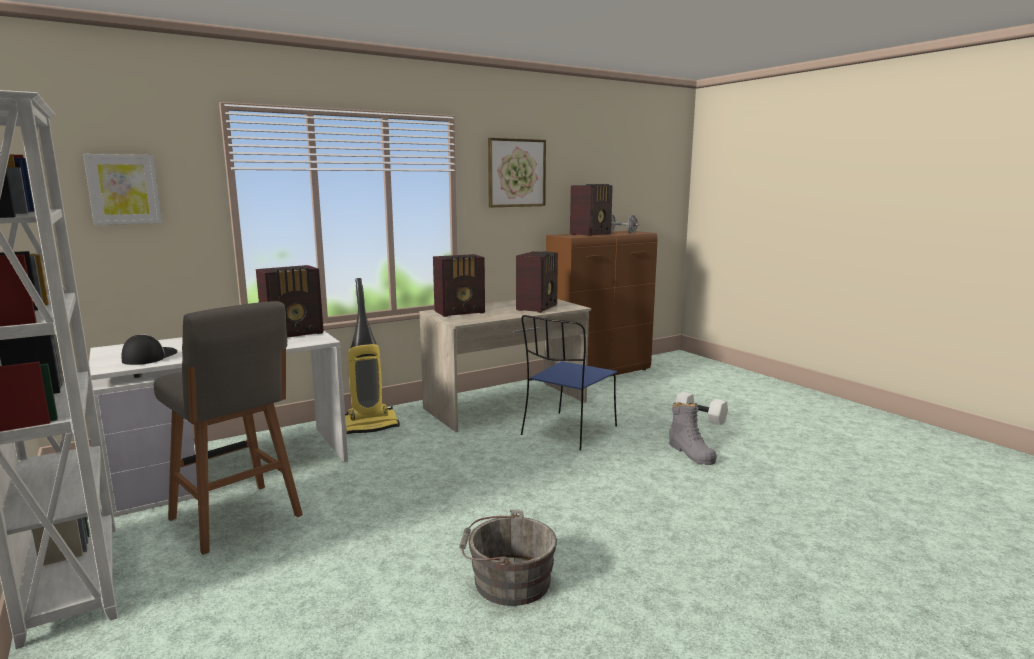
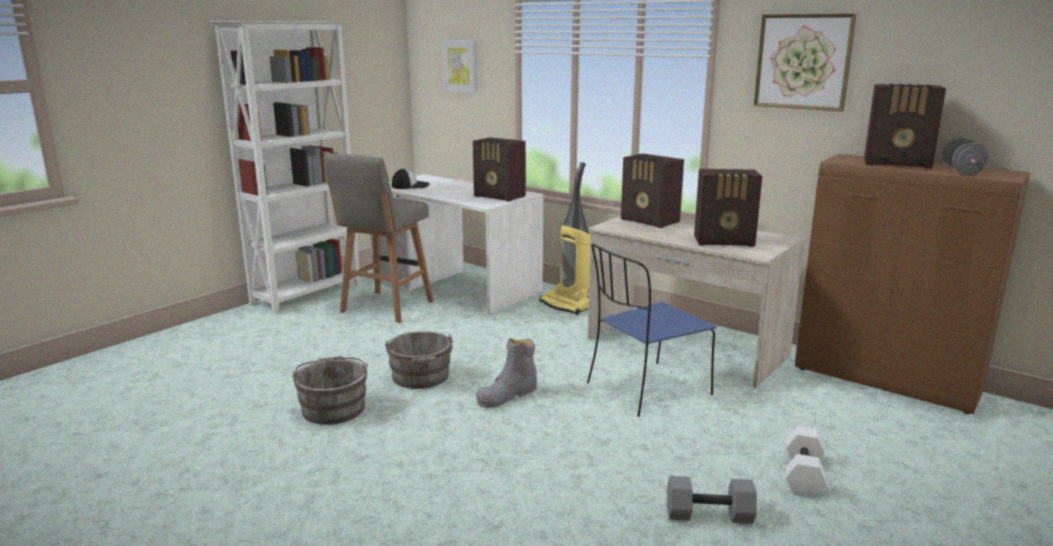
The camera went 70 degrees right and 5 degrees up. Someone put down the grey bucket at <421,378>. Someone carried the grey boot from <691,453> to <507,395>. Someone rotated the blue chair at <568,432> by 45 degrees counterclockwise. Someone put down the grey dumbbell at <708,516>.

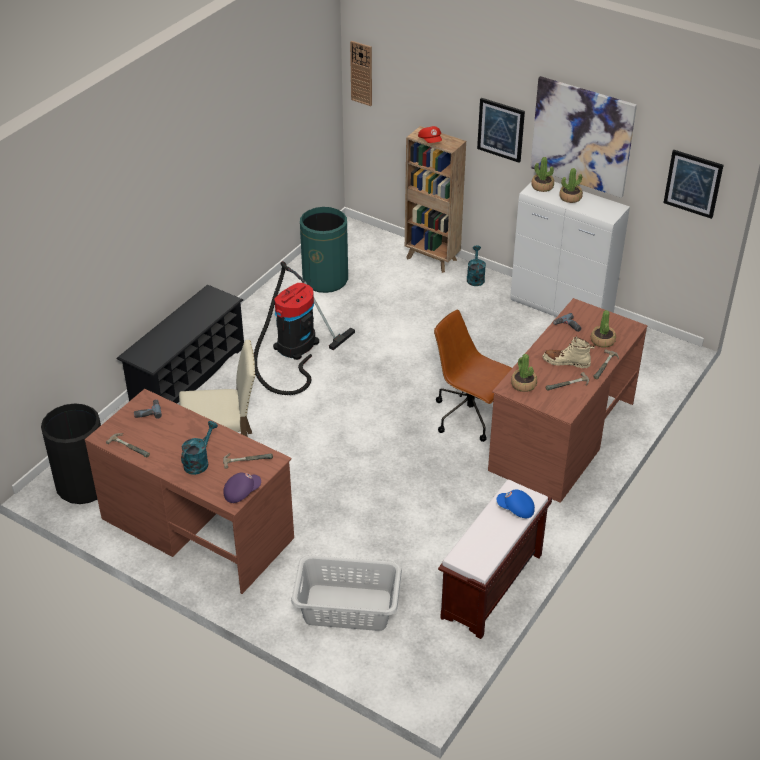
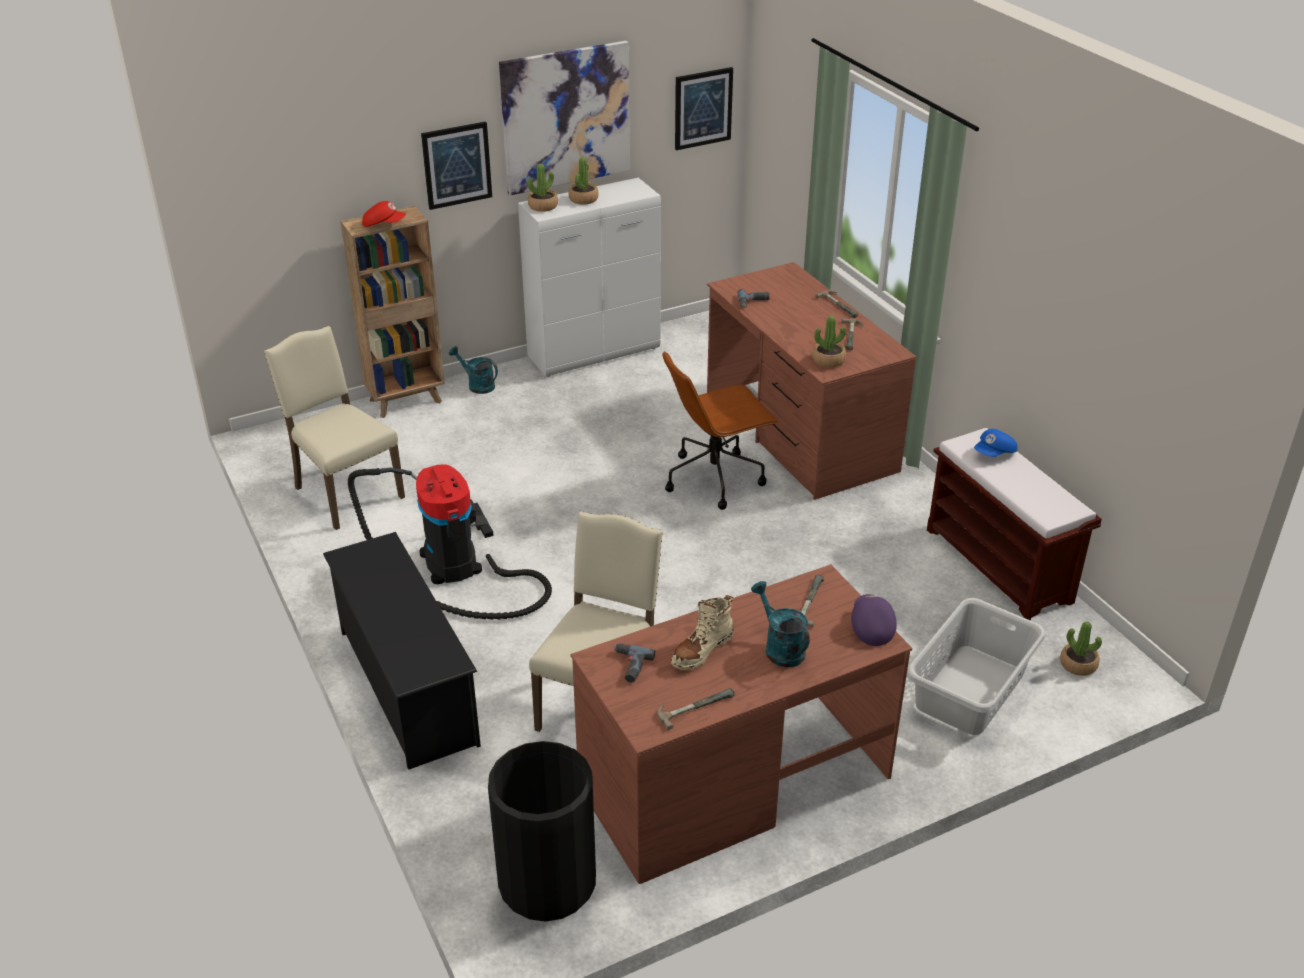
The camera went 60 degrees left and 5 degrees down. Someone swapped the green trash can at <325,279> for the beige chair at <345,492>. Someone carried the beige boot from <566,362> to <702,650>. Someone carried the potted plant from <602,341> to <1078,664>. Someone took away the wall clock at <361,73>.

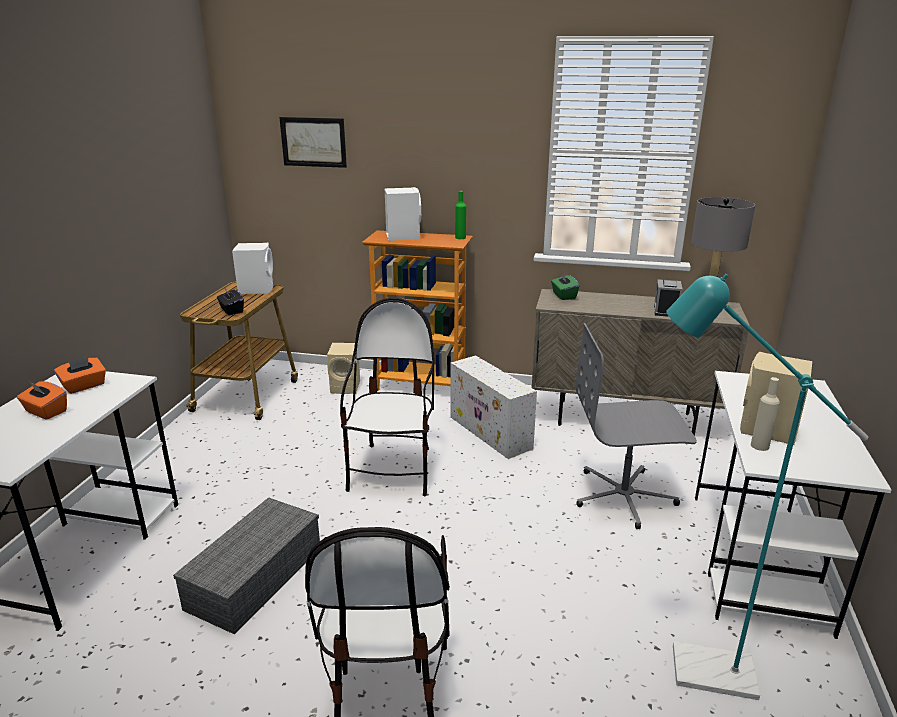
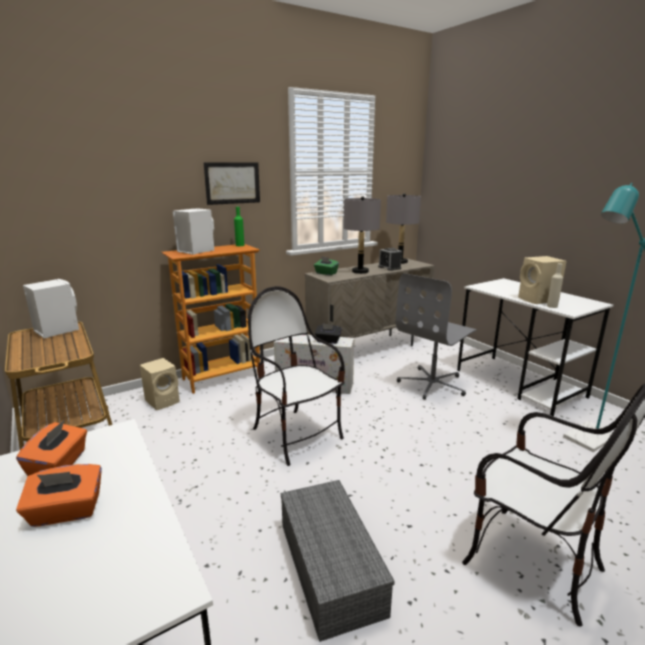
The camera went 45 degrees left and 5 degrees down. Someone carried the picture from <313,142> to <232,183>. Someone carried the black tissue box from <231,310> to <328,341>. Someone put down the grey table lamp at <360,271>.

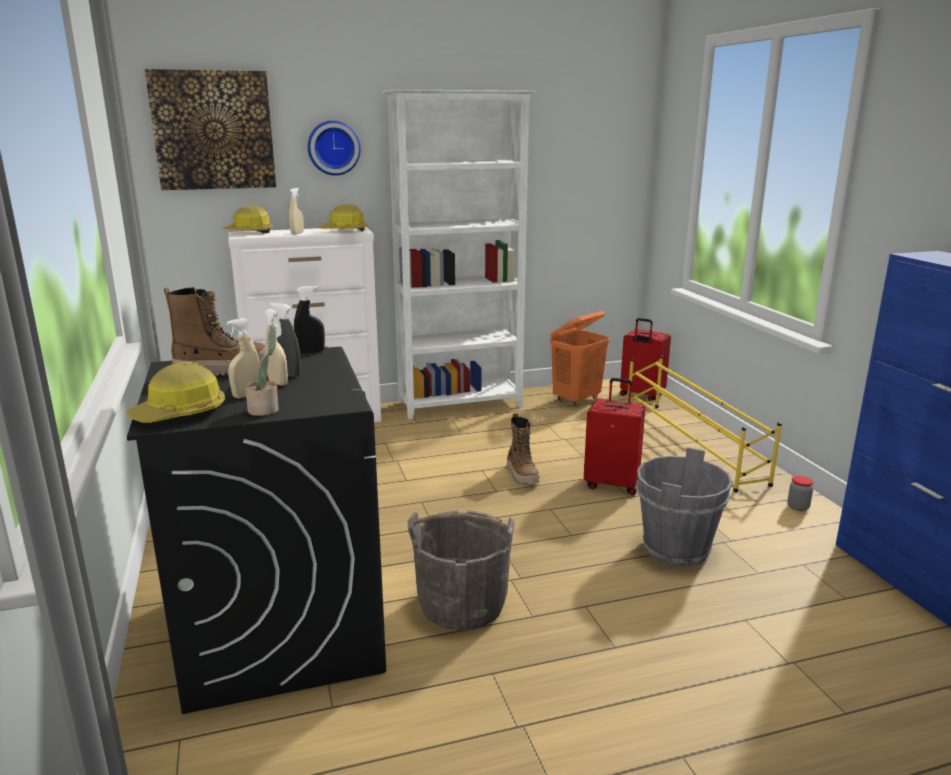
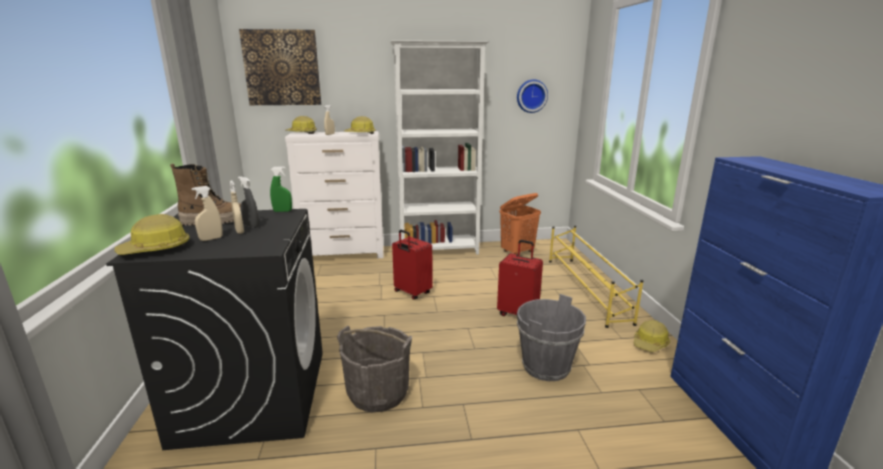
The camera went 10 degrees right and 0 degrees up. Someone repainted the black spray bottle at <310,352>, which became the green spray bottle at <282,211>. Someone carried the red suitcase from <641,395> to <412,293>. Someone carried the wall clock from <333,148> to <531,96>. Someone swapped the jar at <798,507> for the hard hat at <650,343>. Someone took away the potted plant at <265,410>. Someone took away the boot at <522,475>.

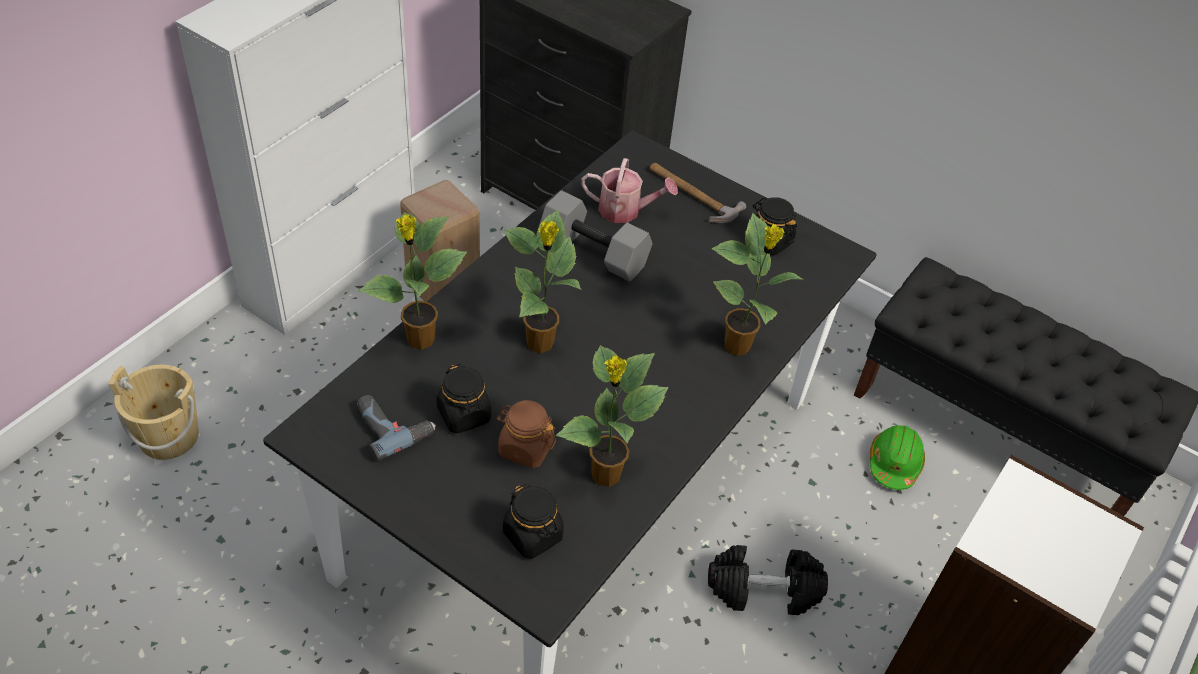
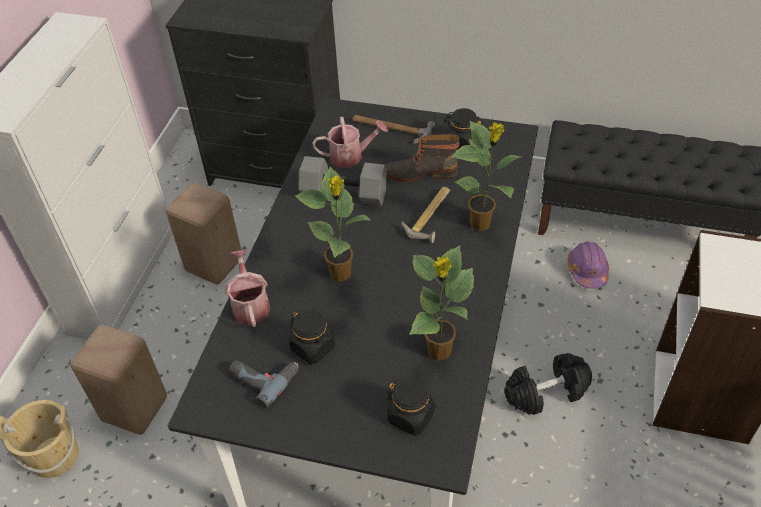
The camera went 15 degrees left and 0 degrees up. Someone put down the beige stool at <134,407>. Someone swapped the potted plant at <419,340> for the watering can at <250,305>. Someone put down the boot at <420,172>. Someone put down the hammer at <432,217>. Someone repainted the green hard hat at <894,463>, which became the purple hard hat at <587,270>. Someone took away the brown jar at <525,448>.

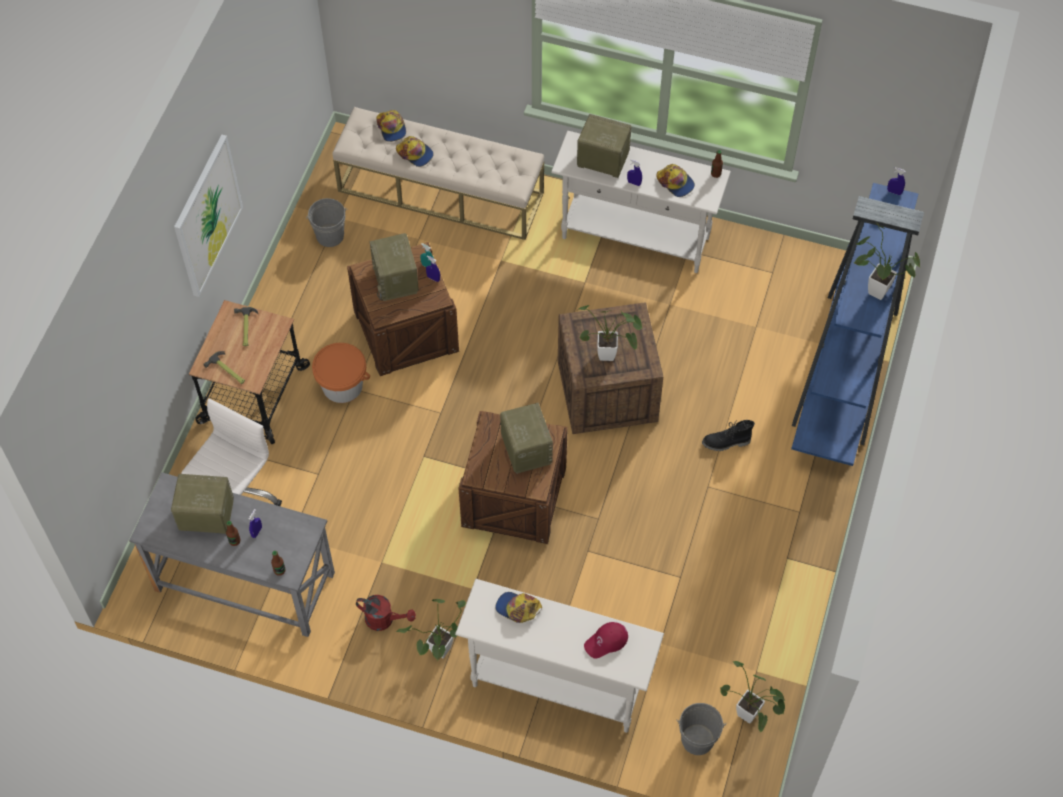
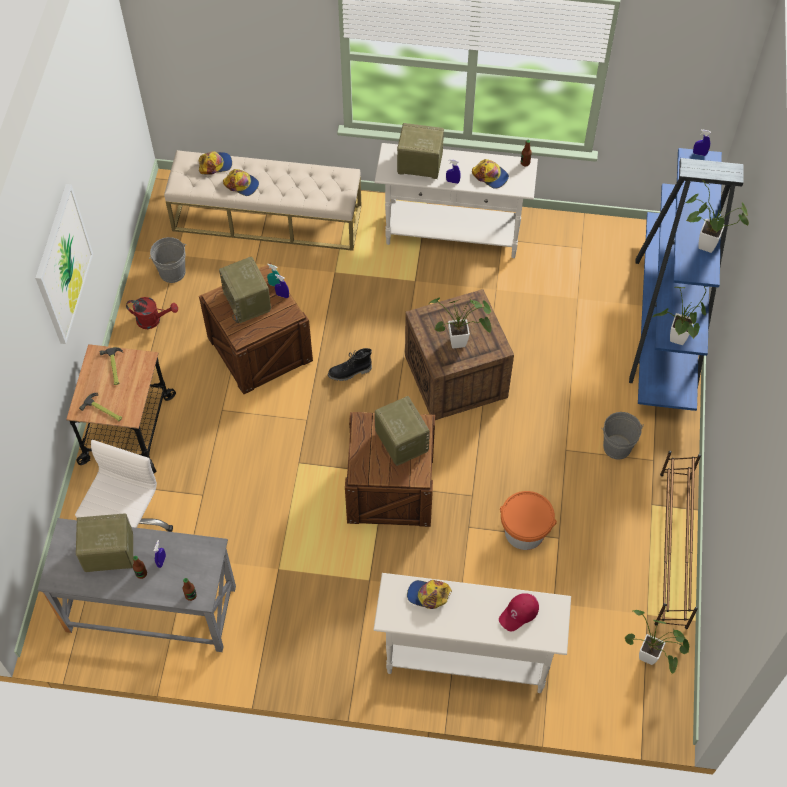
The camera went 10 degrees left and 0 degrees up. Someone carried the red watering can from <384,620> to <153,320>. Someone rotated the cap at <391,128> by 75 degrees counterclockwise. Someone carried the black boot from <726,443> to <350,372>. Someone carried the orange bucket from <342,385> to <524,531>. Someone carried the grey bucket from <697,739> to <617,447>. Someone carried the potted plant from <438,653> to <676,341>. Someone put down the brown shoe rack at <673,549>.

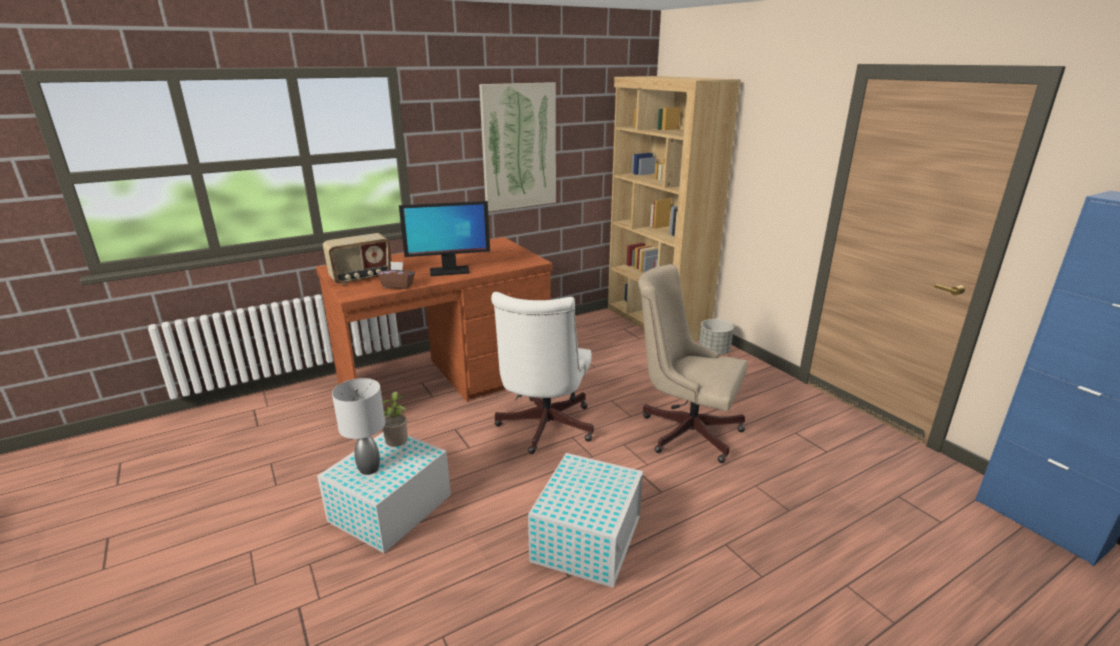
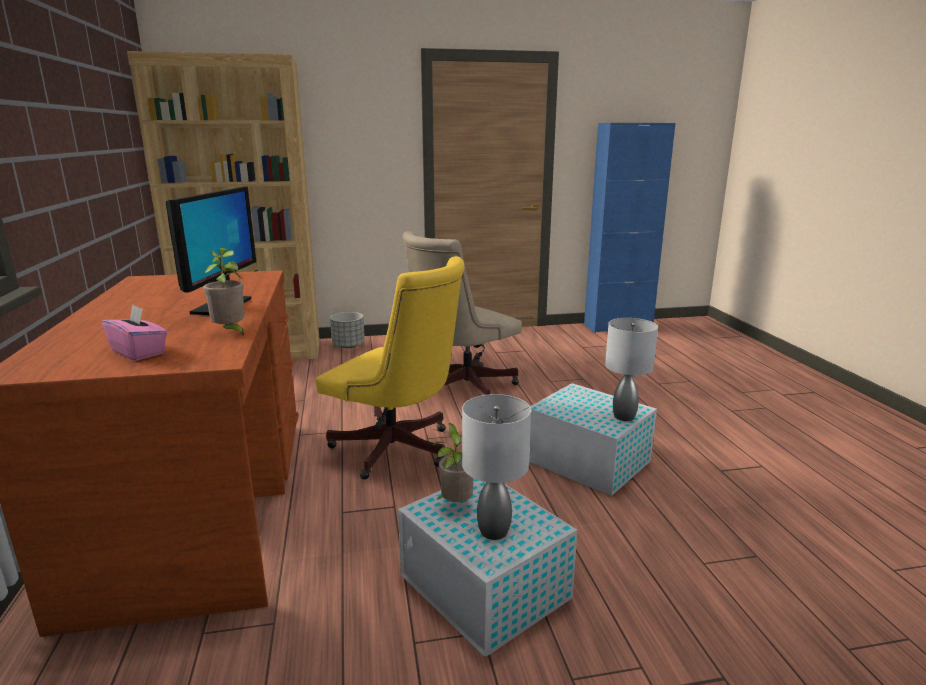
The camera went 70 degrees left and 5 degrees down. Someone swapped the radio at <361,278> for the pink tissue box at <139,352>. Someone swapped the brown tissue box at <398,286> for the potted plant at <230,332>. Someone repainted the white office chair at <543,429>, which became the yellow office chair at <398,451>. Someone put down the grey table lamp at <624,416>. Someone took away the picture at <519,147>.

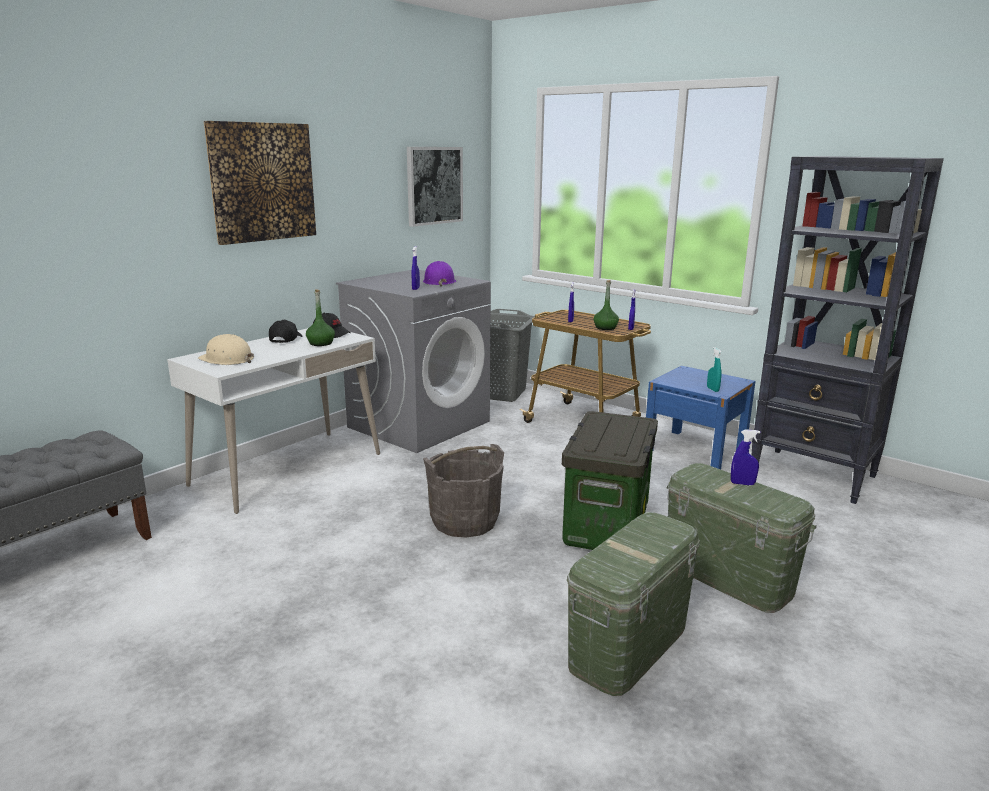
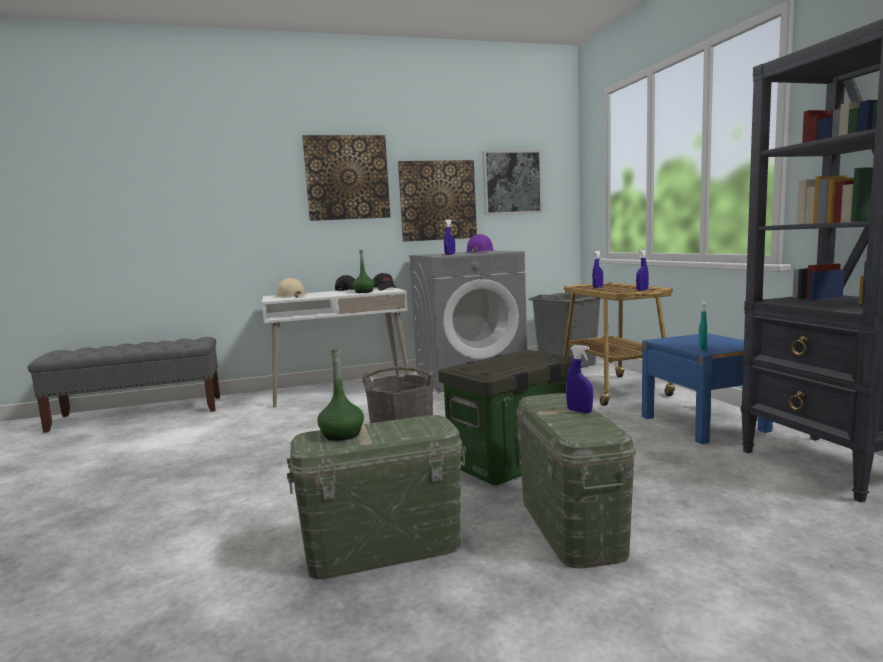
The camera went 35 degrees right and 10 degrees down. Someone carried the green bottle from <605,328> to <341,435>. Someone put up the picture at <437,200>.

